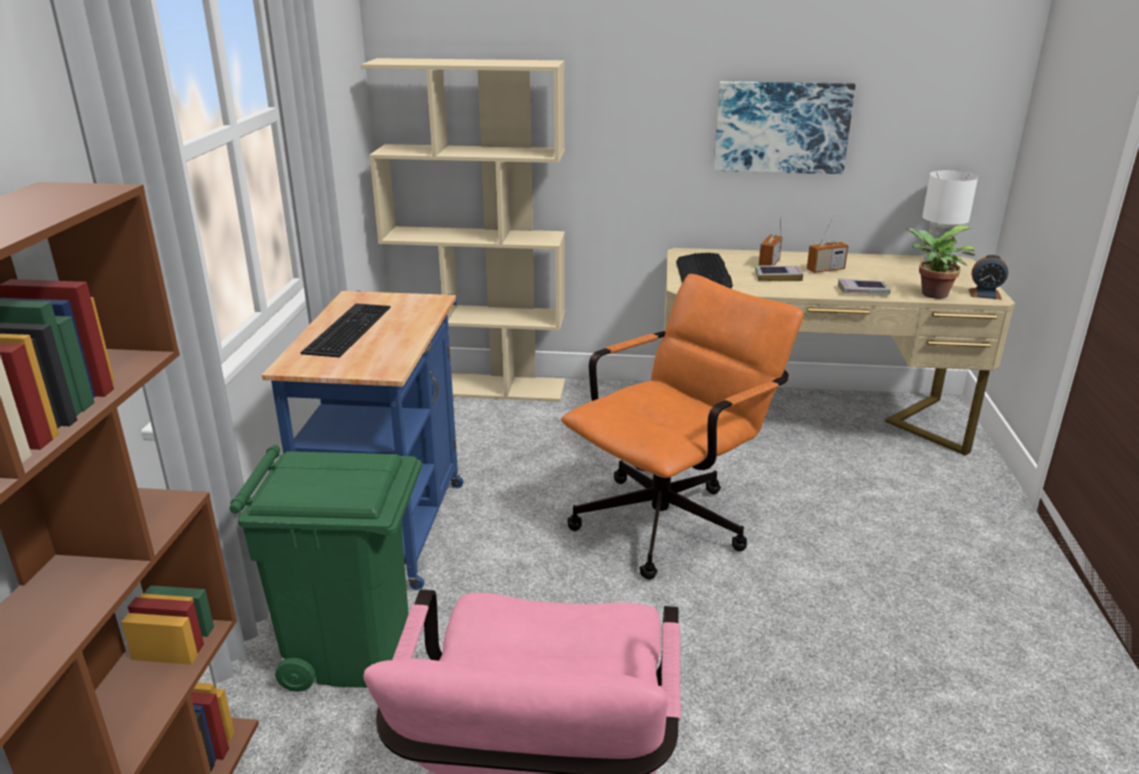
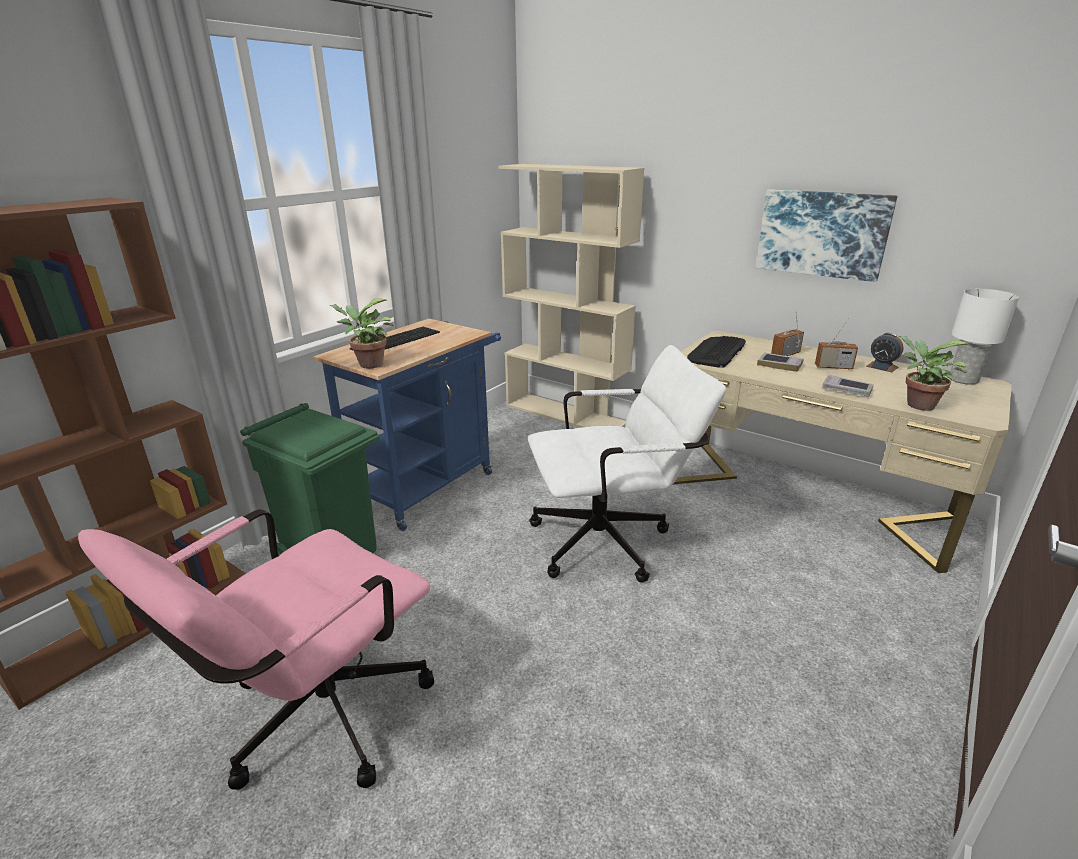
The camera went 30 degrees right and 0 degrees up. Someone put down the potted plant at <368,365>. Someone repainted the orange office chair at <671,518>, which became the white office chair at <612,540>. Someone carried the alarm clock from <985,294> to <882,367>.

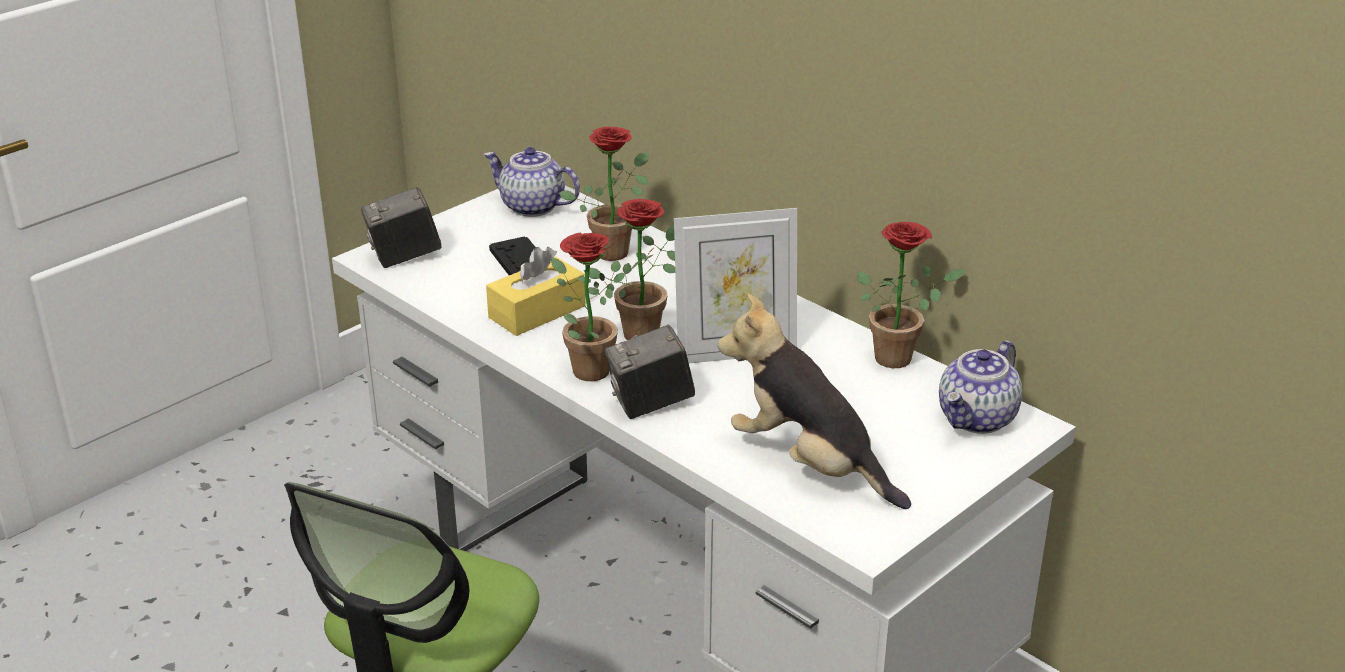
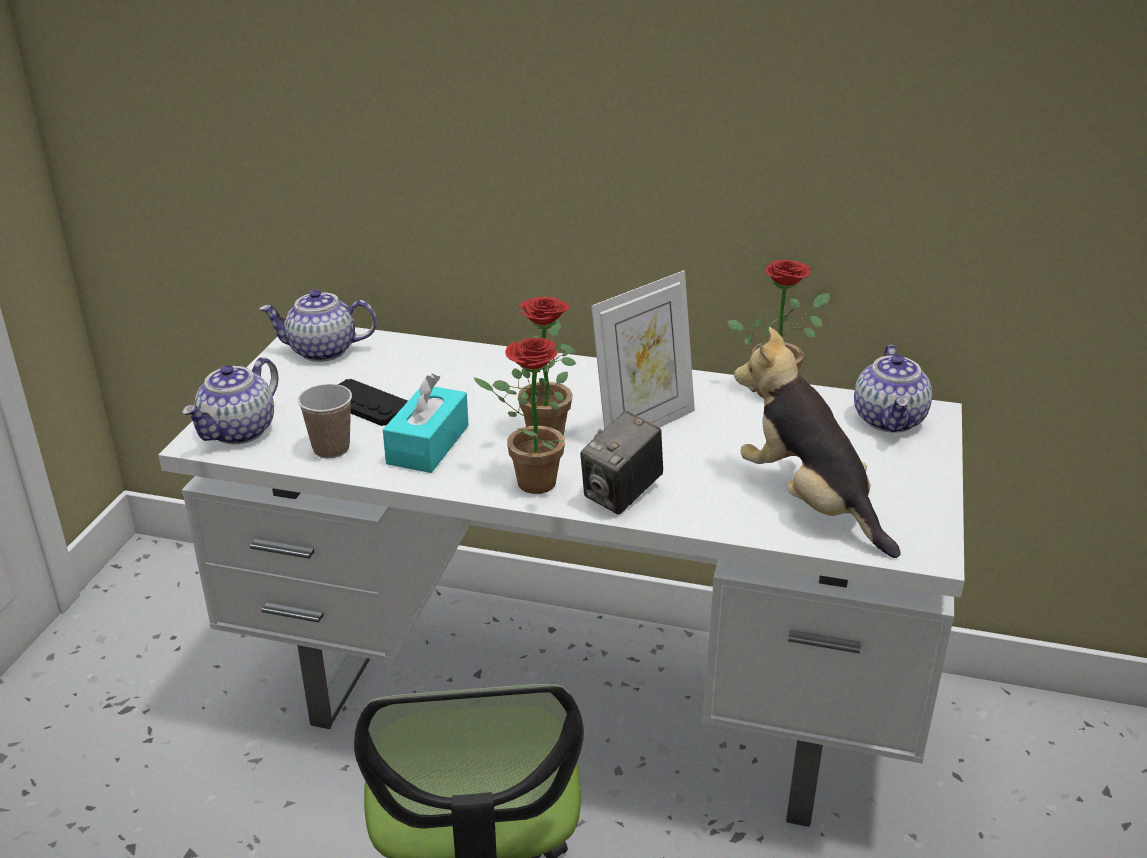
The camera went 30 degrees left and 0 degrees up. Someone swapped the photo camera at <404,257> for the teapot at <239,431>. Someone put down the cup at <331,449>. Someone repainted the yellow tissue box at <537,312>, which became the turquoise tissue box at <428,444>. Someone rotated the plush toy at <809,464> by 45 degrees clockwise. Someone took away the potted plant at <614,249>.

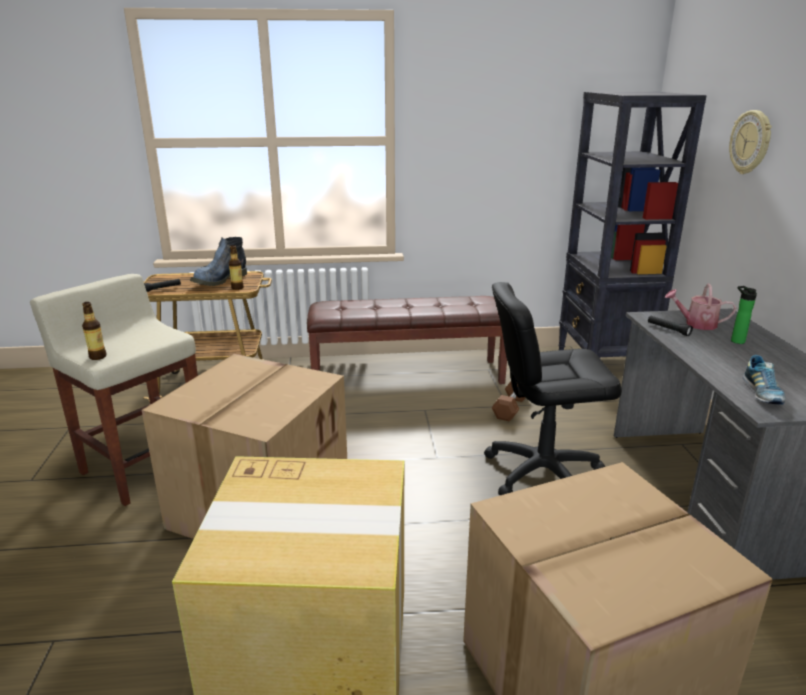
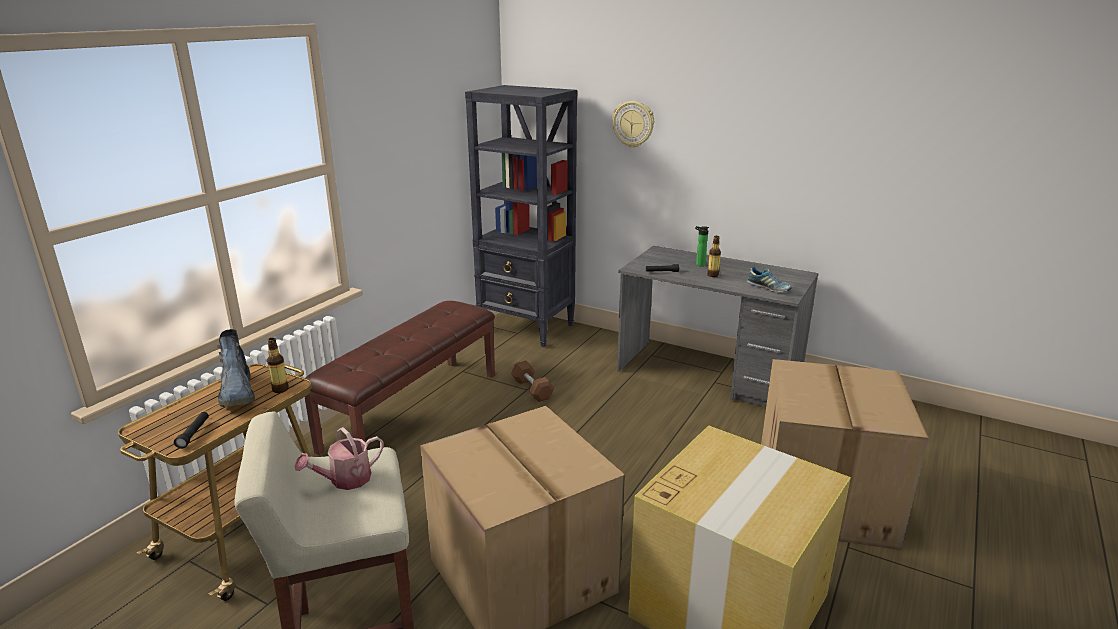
The camera went 55 degrees left and 0 degrees up. Someone carried the watering can from <696,324> to <345,480>. Someone carried the bottle from <98,357> to <712,275>. Someone took away the black office chair at <542,472>.

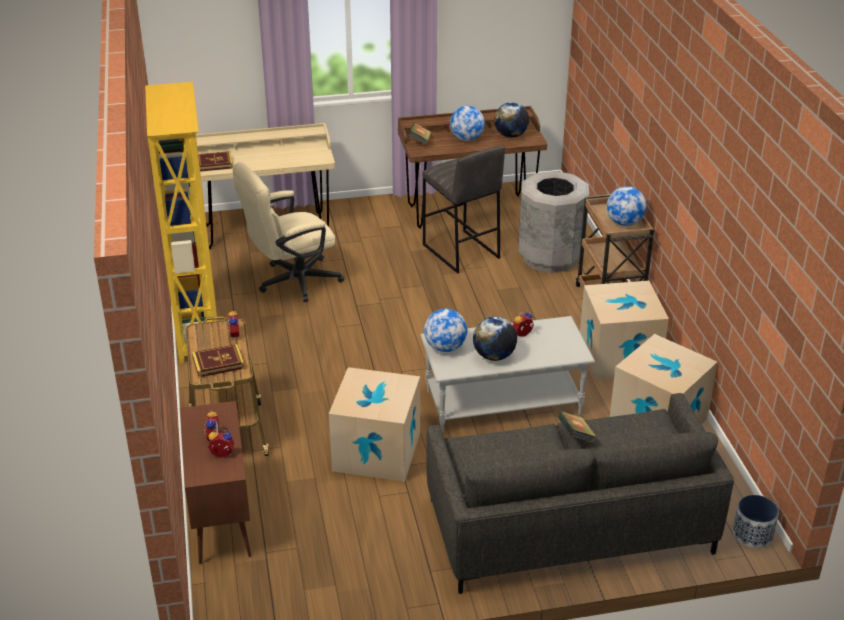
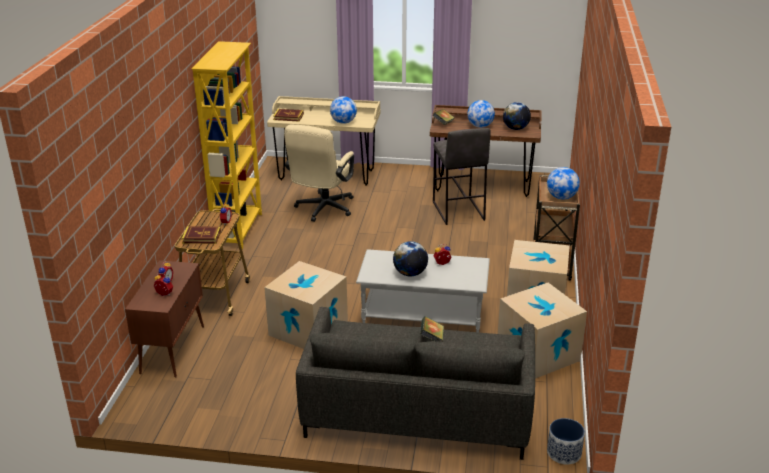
The camera went 20 degrees right and 5 degrees down. Someone rotated the beige office chair at <291,282> by 60 degrees counterclockwise. Someone carried the globe from <445,347> to <343,122>. Someone took away the grey trash can at <550,257>.

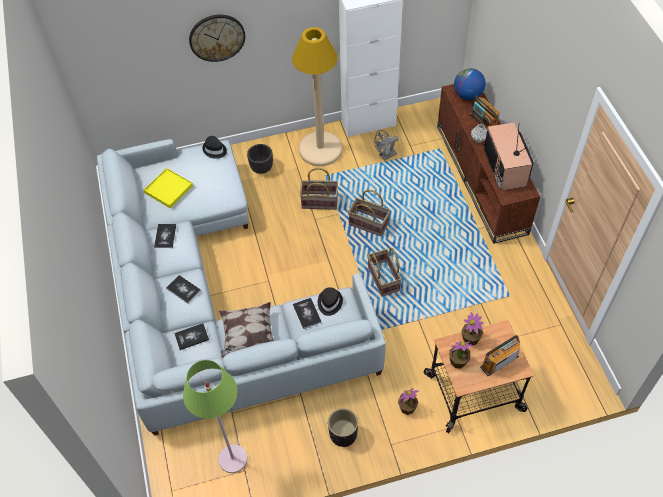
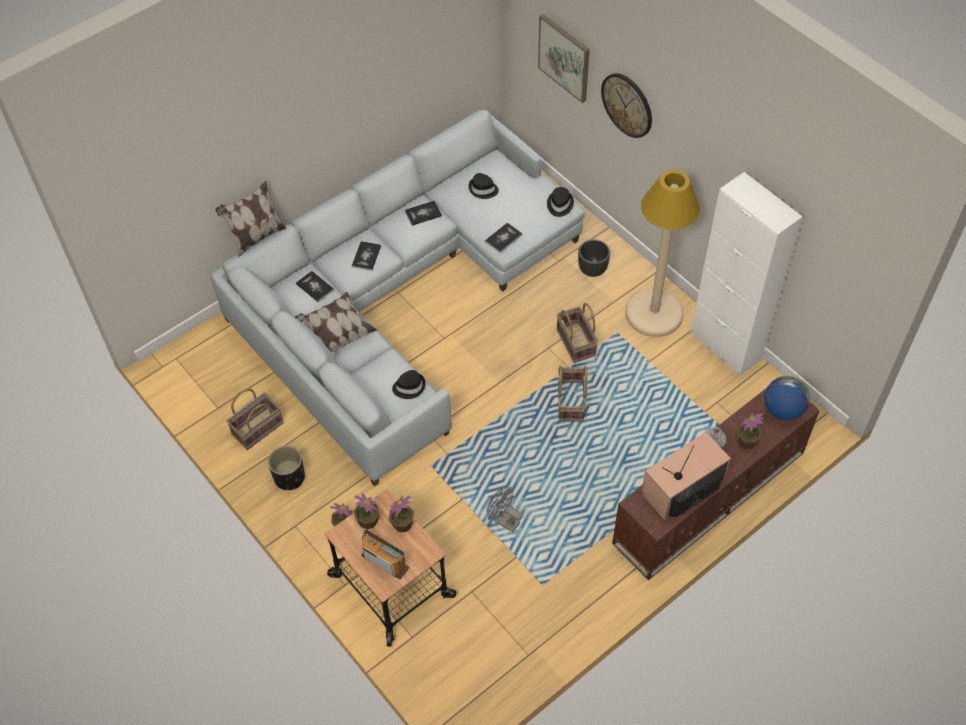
The camera went 65 degrees right and 0 degrees up. Someone put down the pillow at <256,237>. Someone carried the basket from <383,279> to <257,428>. Someone swapped the yellow tray at <169,189> for the black hat at <483,189>. Someone carried the book from <307,313> to <503,238>. Someone carried the grey fan from <385,156> to <503,520>. Someone put up the picture at <564,57>. Someone swapped the radio at <484,122> for the potted plant at <746,442>. Someone took away the green floor lamp at <232,459>.

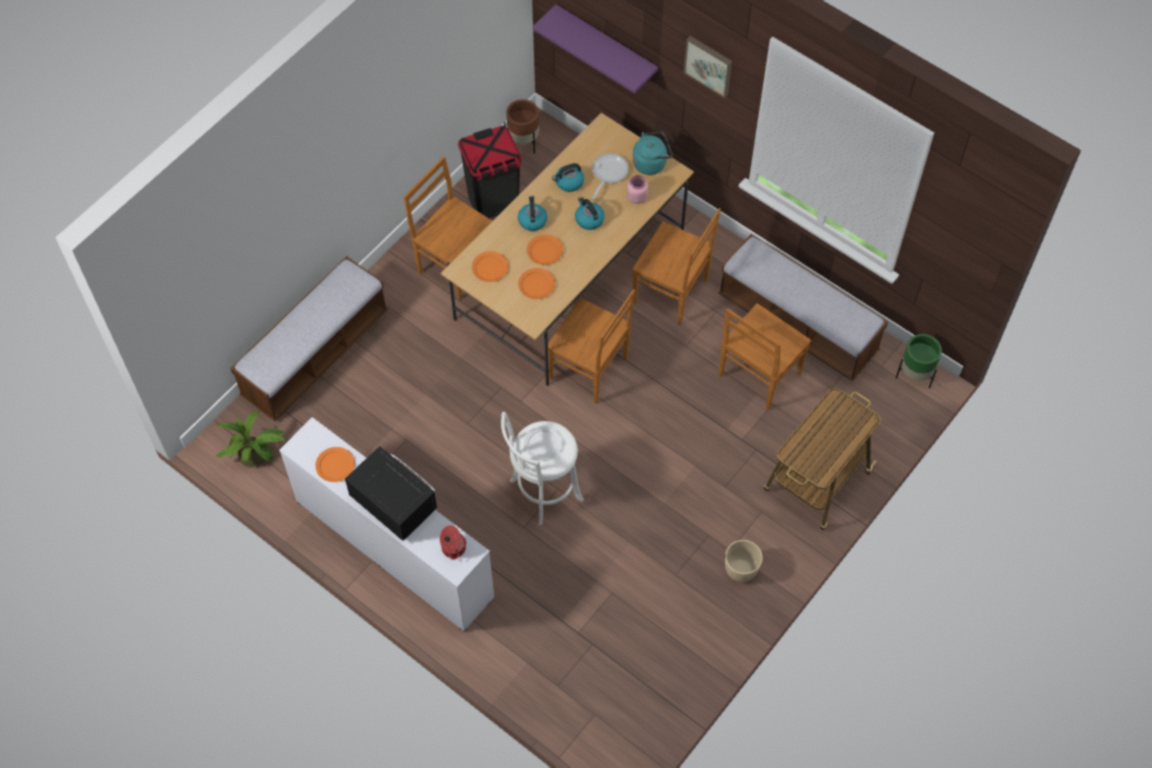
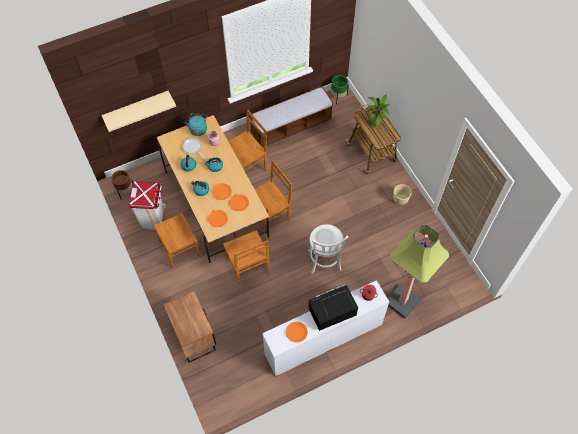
The camera went 65 degrees left and 0 degrees up. Someone repainted the purple shelf at <606,46>, which became the beige shelf at <136,108>. Someone repainted the black trash can at <494,203>, which became the white trash can at <153,218>. Someone swapped the bench at <316,355> for the nightstand at <194,335>. Someone carried the brown chair from <758,376> to <248,266>. Someone carried the potted plant from <257,457> to <376,120>. Someone put down the floor lamp at <402,302>. Someone took away the picture at <709,65>.

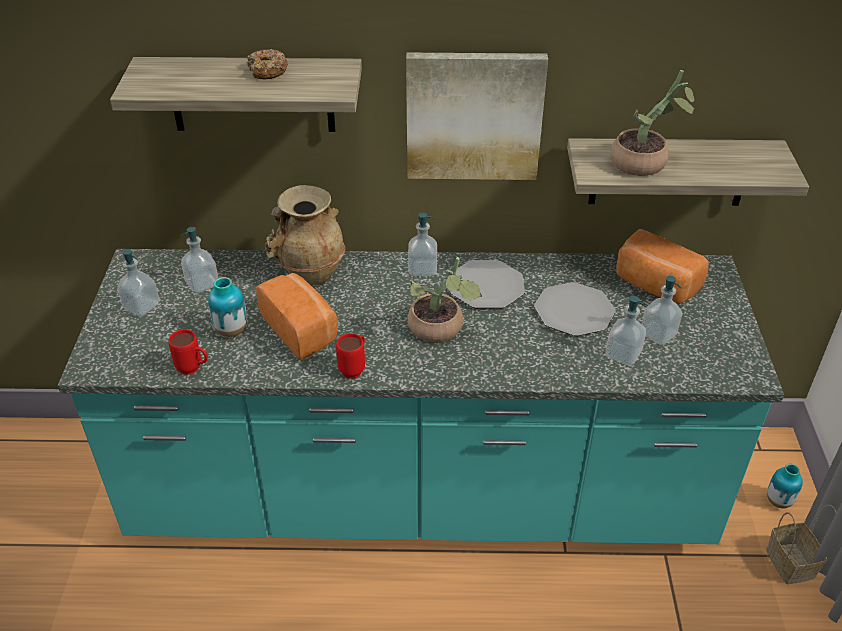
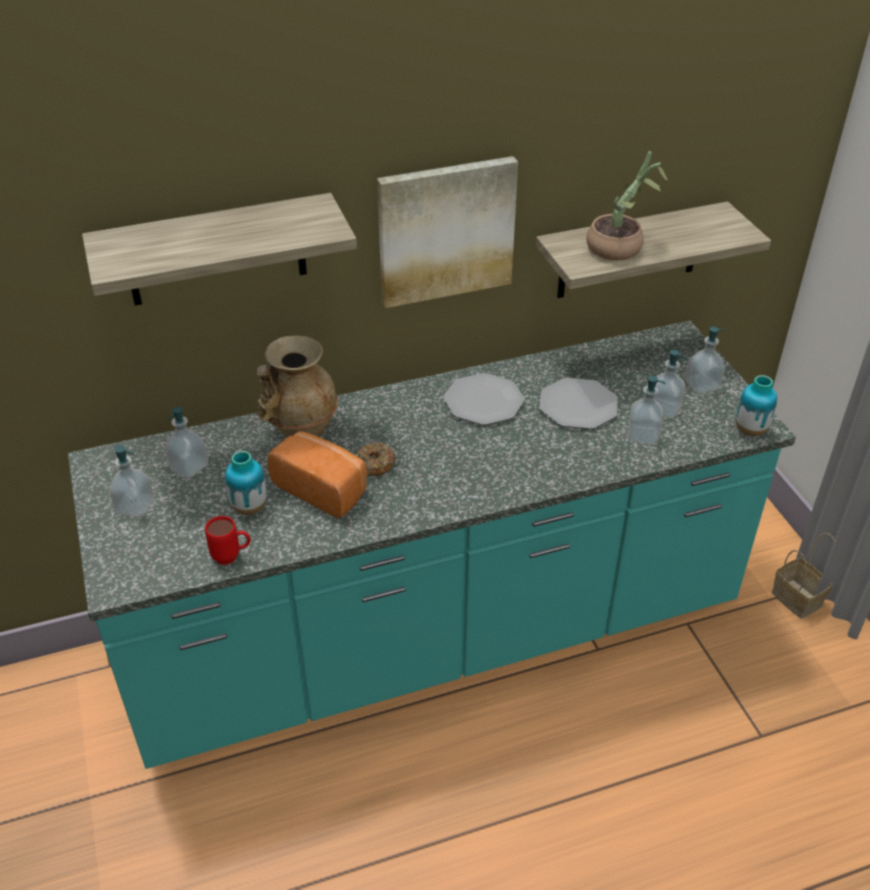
The camera went 20 degrees left and 0 degrees up. Someone carried the donut from <267,71> to <375,464>. Someone carried the soap dispenser from <422,269> to <702,385>. Someone carried the vase from <778,501> to <750,430>. Someone took away the red mug at <355,368>. Someone took away the potted plant at <440,330>. Someone took away the bread at <654,285>.

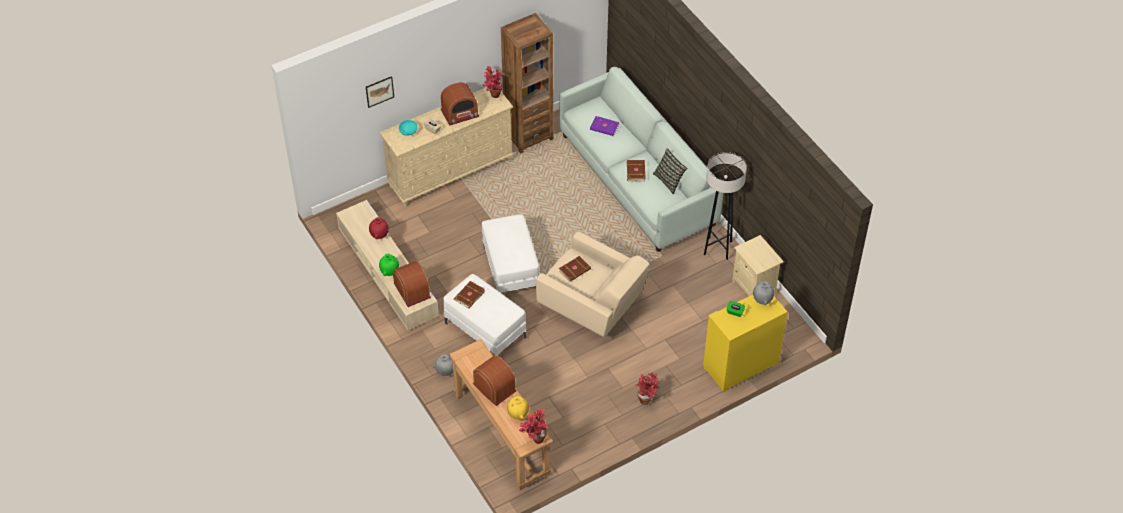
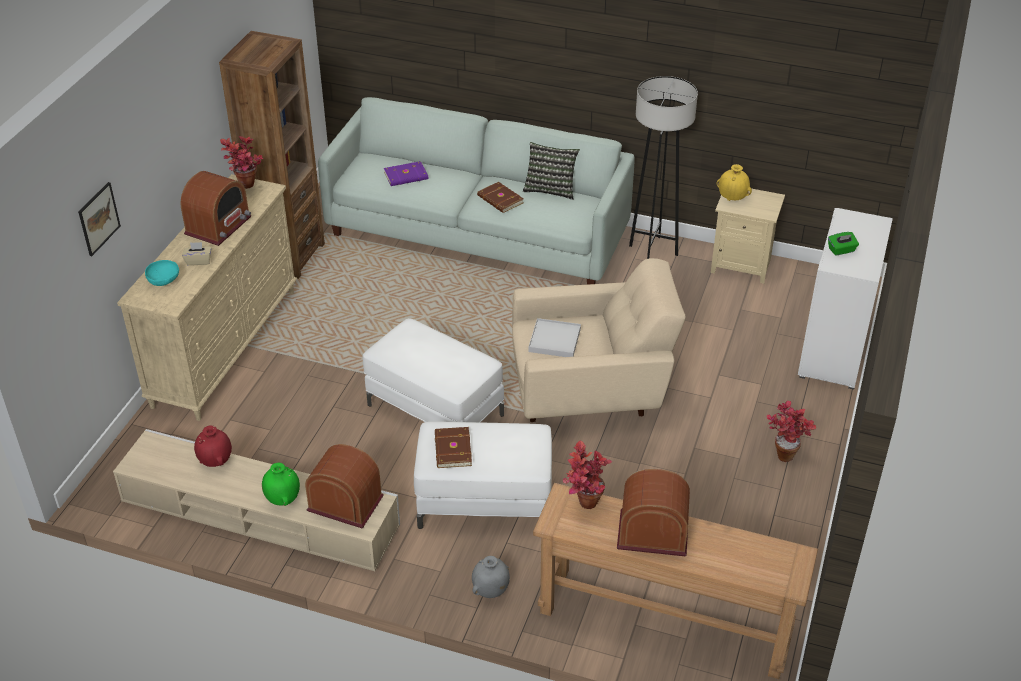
The camera went 40 degrees left and 10 degrees down. Someone swapped the brown book at <575,270> for the white tray at <554,340>. Someone carried the potted plant from <534,440> to <583,507>. Someone carried the yellow vase from <518,414> to <732,199>. Someone repainted the yellow cabinet at <740,366>, which became the white cabinet at <834,350>. Someone took away the grey vase at <762,300>.

